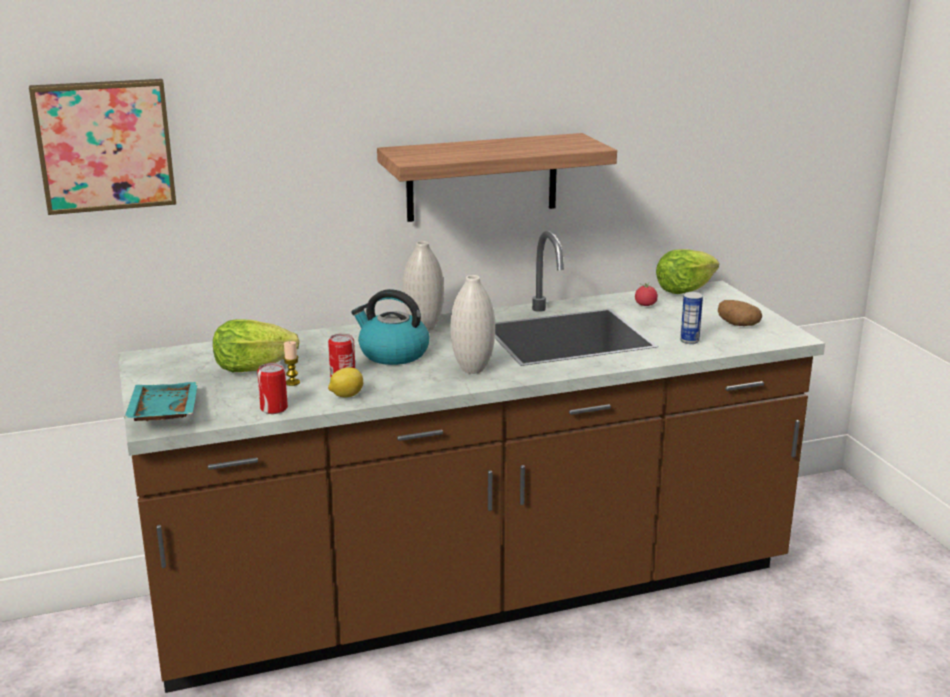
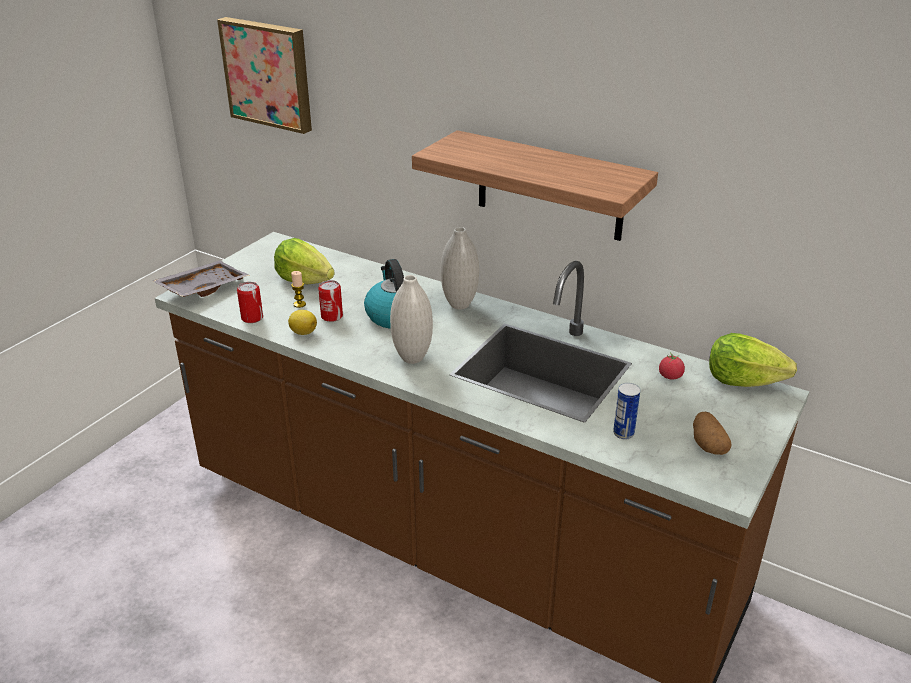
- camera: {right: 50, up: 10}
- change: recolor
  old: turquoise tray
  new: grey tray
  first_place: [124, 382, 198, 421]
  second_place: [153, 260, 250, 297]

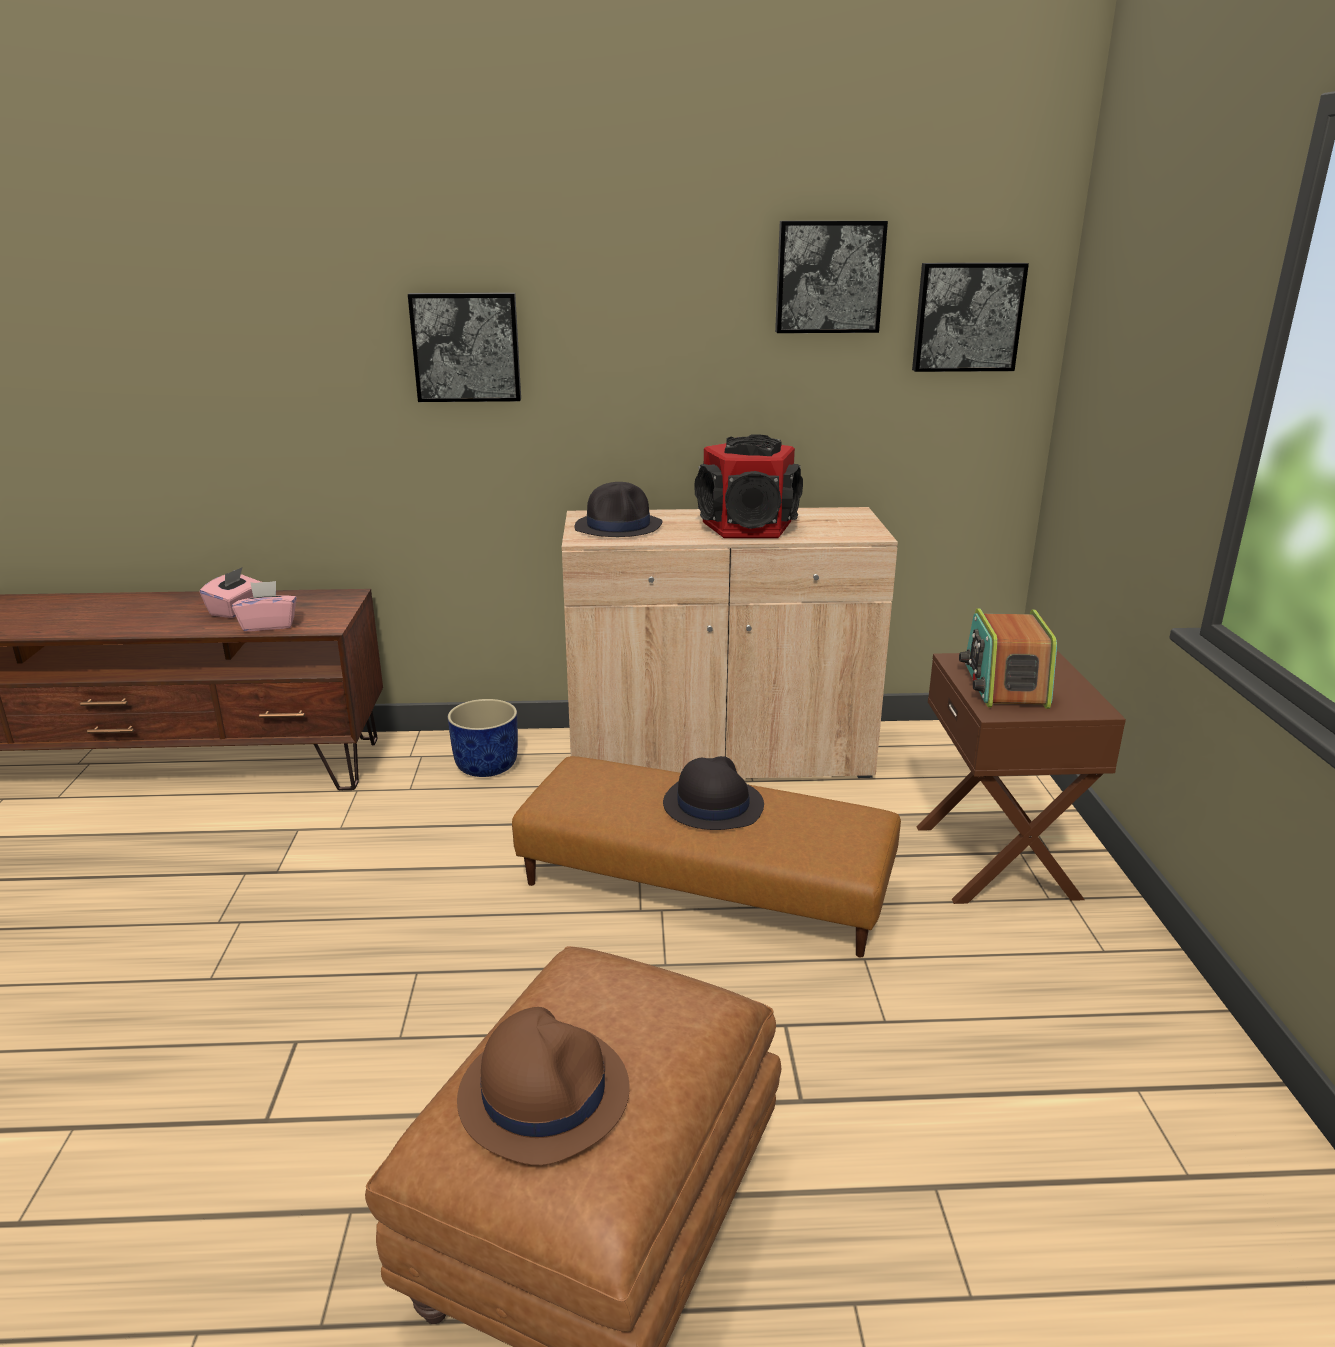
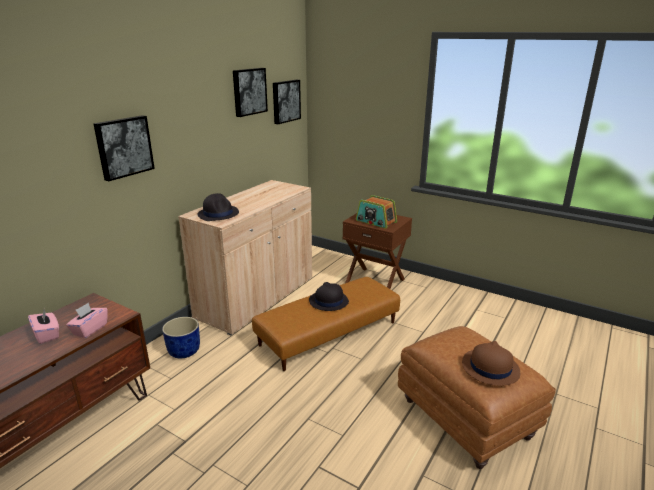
- camera: {right: -55, up: 0}
- change: delete
  old: speaker
  first_place: [694, 434, 803, 538]

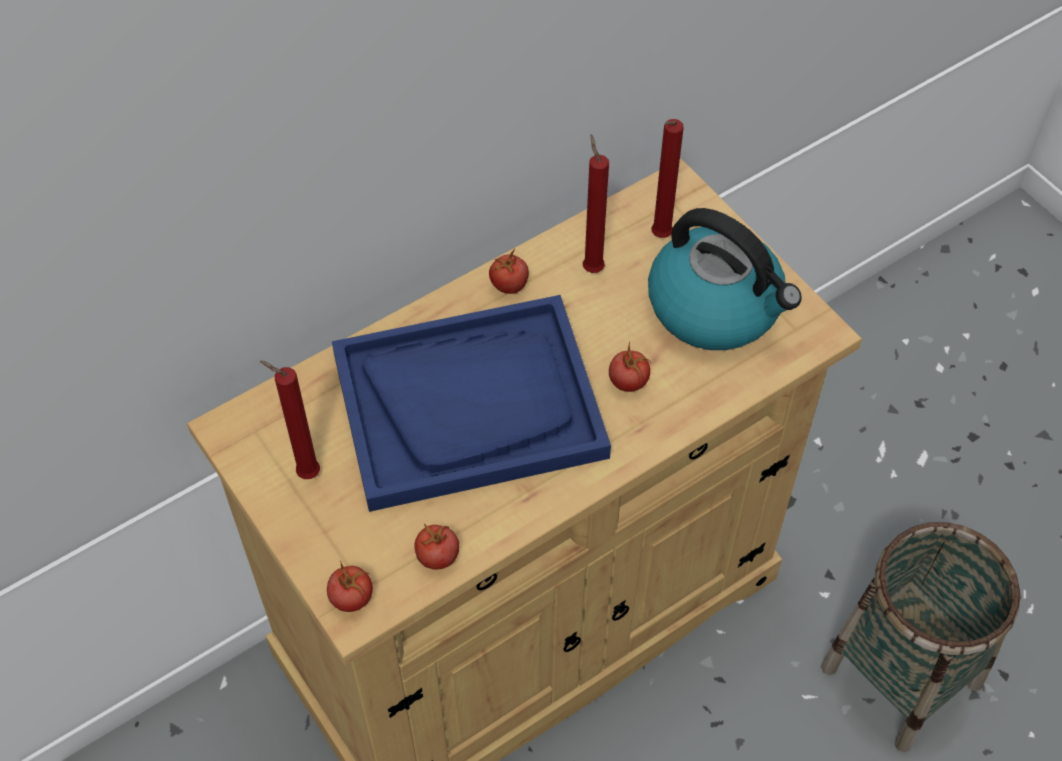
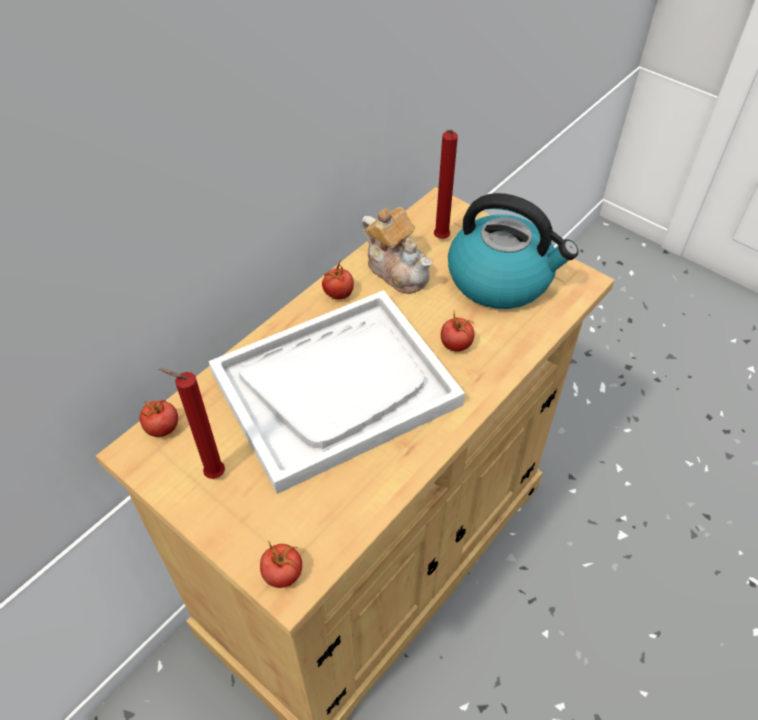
- camera: {right: -15, up: -5}
- change: move
  old: tomato
  first_place: [414, 524, 459, 570]
  second_place: [140, 400, 178, 437]
- change: recolor
  old: blue tray
  new: white tray
  first_place: [332, 295, 611, 512]
  second_place: [209, 290, 465, 494]
- change: replace
  old: red candle
  new: teapot
  first_place: [583, 134, 609, 273]
  second_place: [361, 207, 433, 294]
- change: delete
  old: basket
  first_place: [821, 522, 1021, 752]

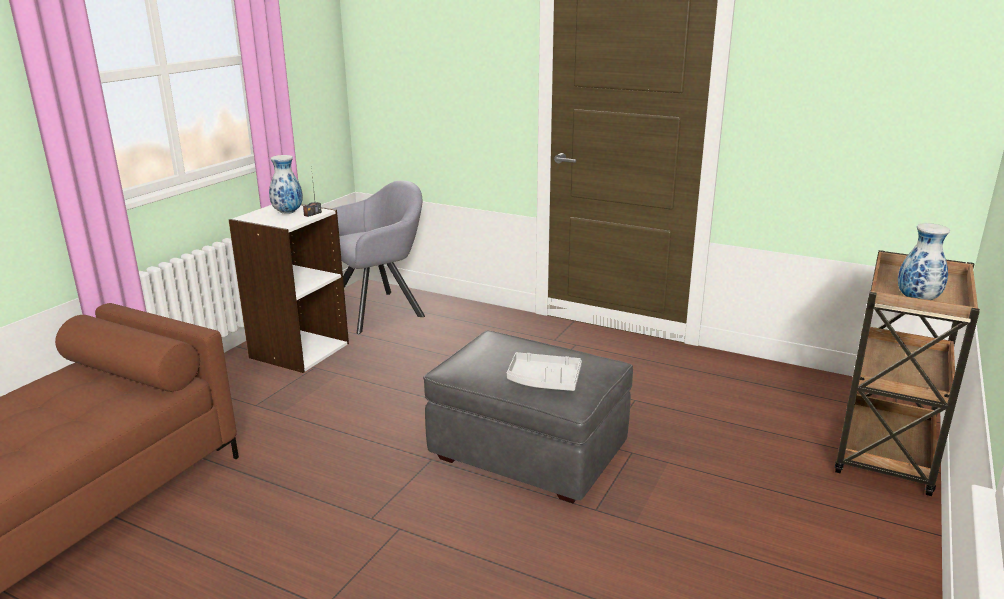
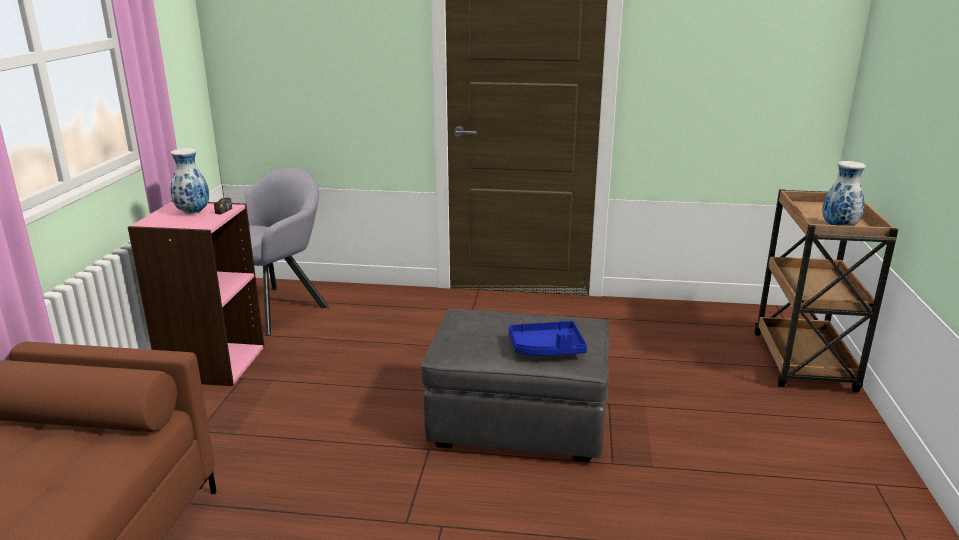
- camera: {right: -20, up: 0}
- change: recolor
  old: white bookcase
  new: pink bookcase
  first_place: [229, 204, 349, 373]
  second_place: [128, 201, 264, 386]
- change: recolor
  old: grey tray
  new: blue tray
  first_place: [507, 352, 582, 391]
  second_place: [509, 321, 587, 356]

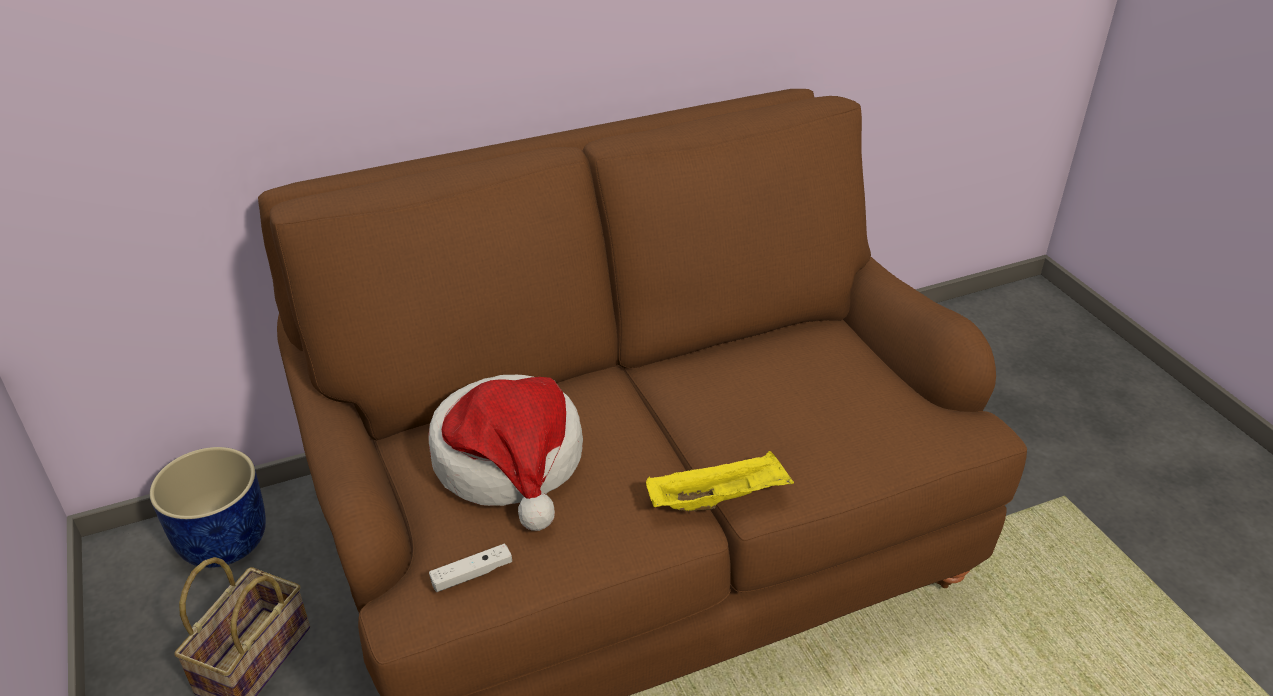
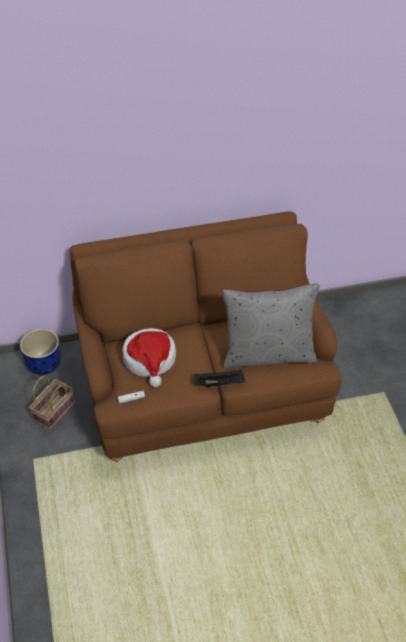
- camera: {right: 10, up: 10}
- change: recolor
  old: yellow tray
  new: black tray
  first_place: [646, 451, 794, 511]
  second_place: [194, 370, 245, 387]
- change: insert
  new: grey pillow
  second_place: [222, 284, 320, 368]

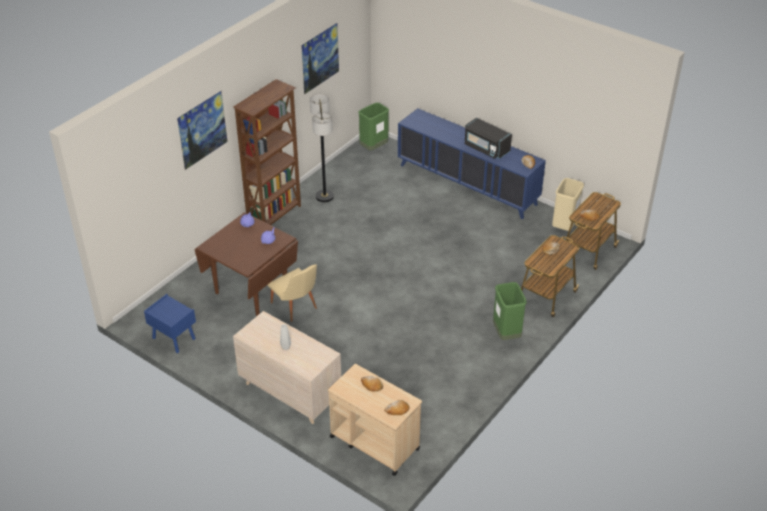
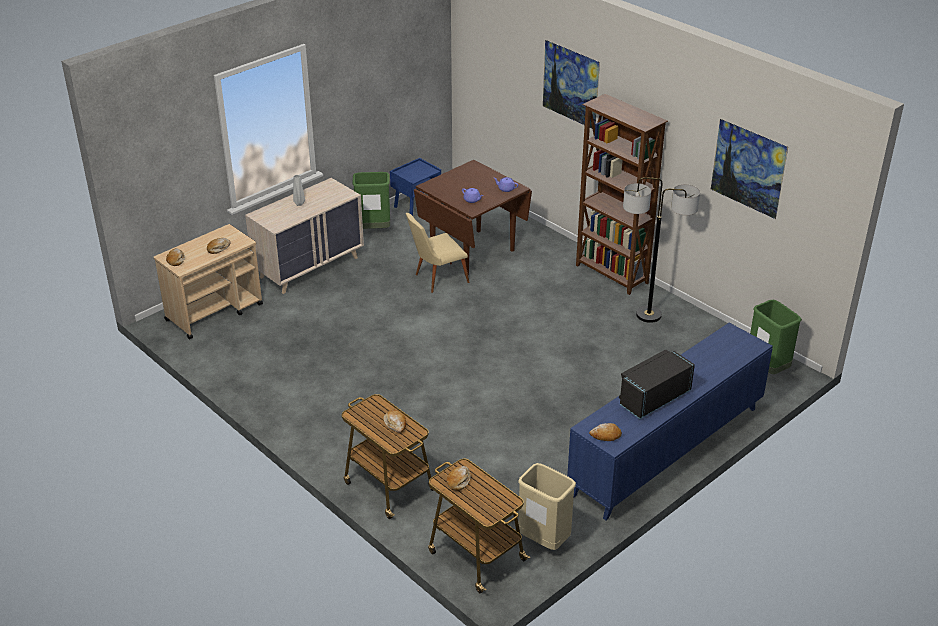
- camera: {right: 100, up: -5}
- change: move
  old: green trash can
  first_place: [493, 282, 527, 340]
  second_place: [353, 172, 390, 229]

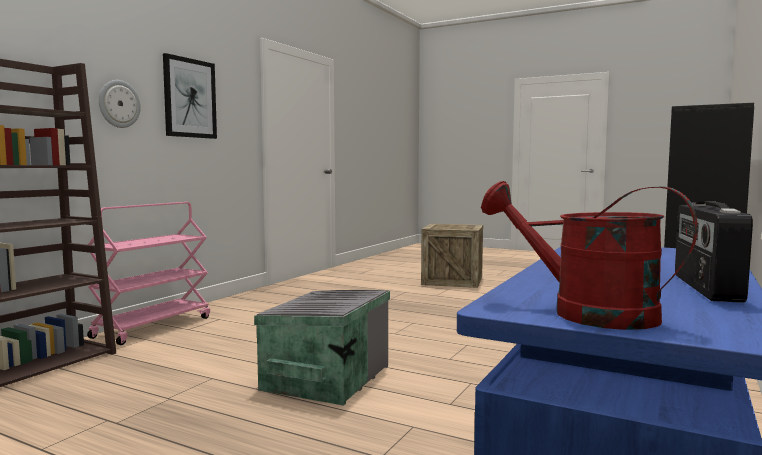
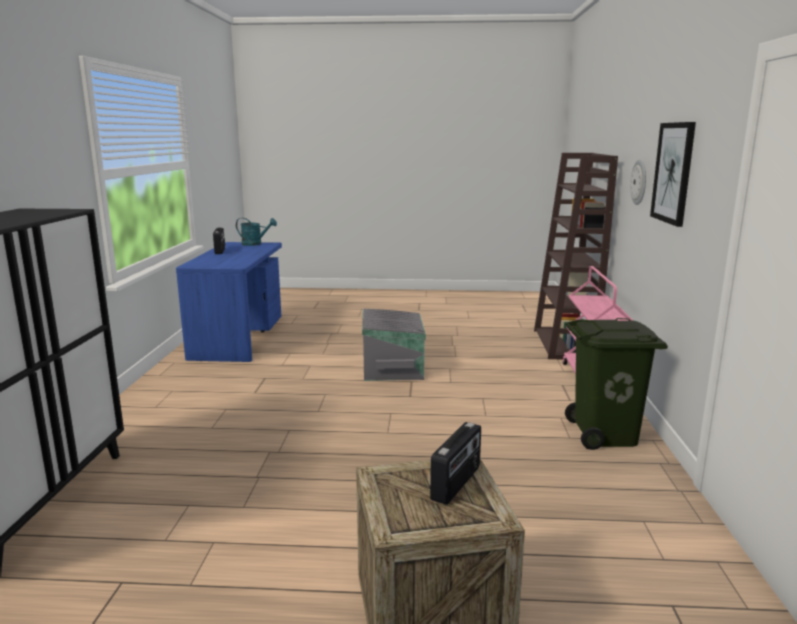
- camera: {right: 155, up: 10}
- change: recolor
  old: red watering can
  new: turquoise watering can
  first_place: [481, 181, 698, 330]
  second_place: [236, 218, 277, 246]
- change: insert
  new: radio
  second_place: [430, 422, 481, 505]
- change: insert
  new: green trash can
  second_place: [565, 318, 668, 450]

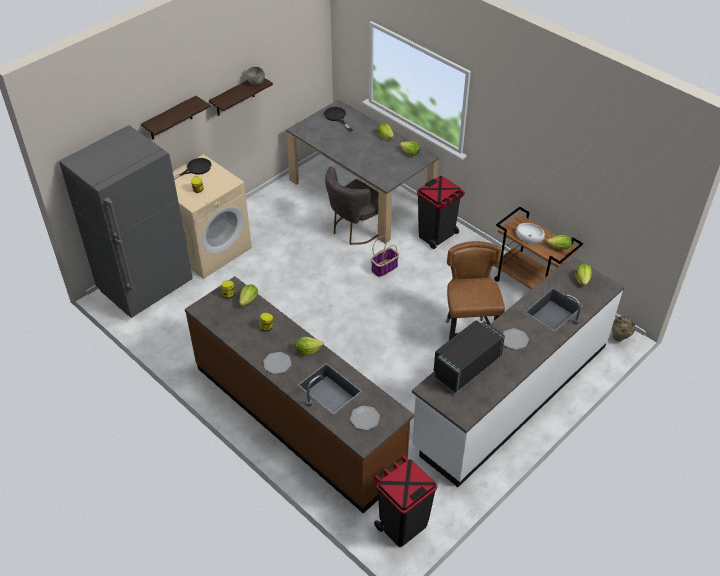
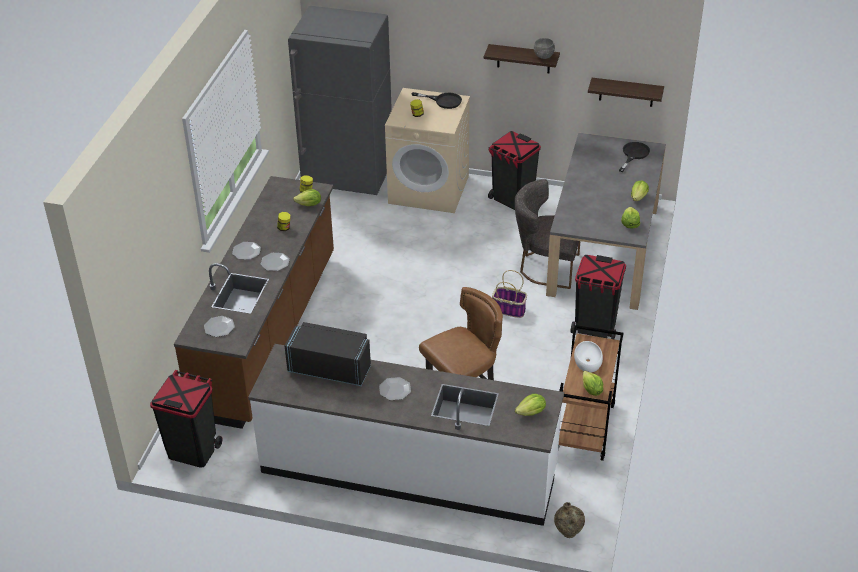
- camera: {right: 60, up: -5}
- change: replace
  old: lettuce
  new: plate
  first_place: [295, 337, 324, 355]
  second_place: [261, 253, 290, 271]
- change: insert
  new: black trash can
  second_place: [488, 131, 541, 210]
- change: move
  old: shelf
  first_place: [141, 96, 210, 140]
  second_place: [588, 78, 664, 107]

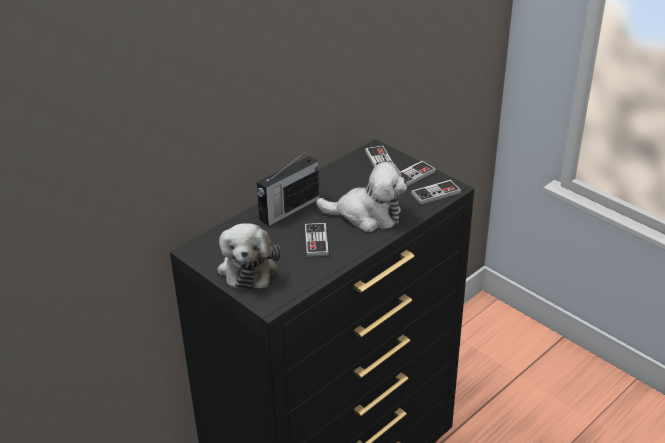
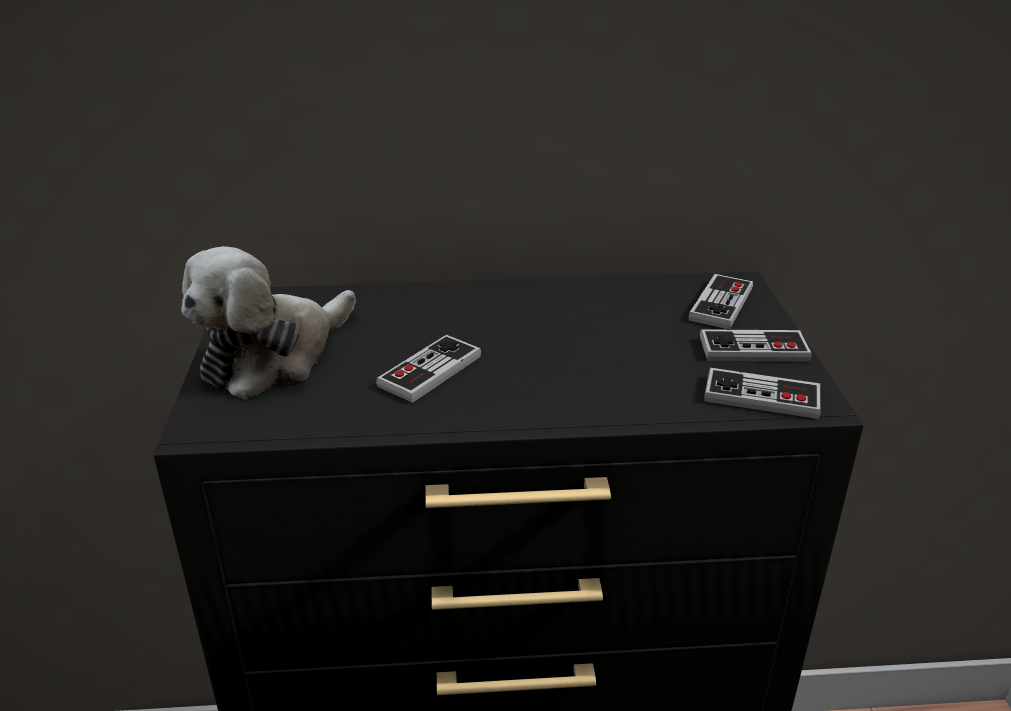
- camera: {right: 40, up: -5}
- change: delete
  old: radio
  first_place: [257, 152, 320, 226]
- change: delete
  old: plush toy
  first_place: [316, 162, 407, 232]

